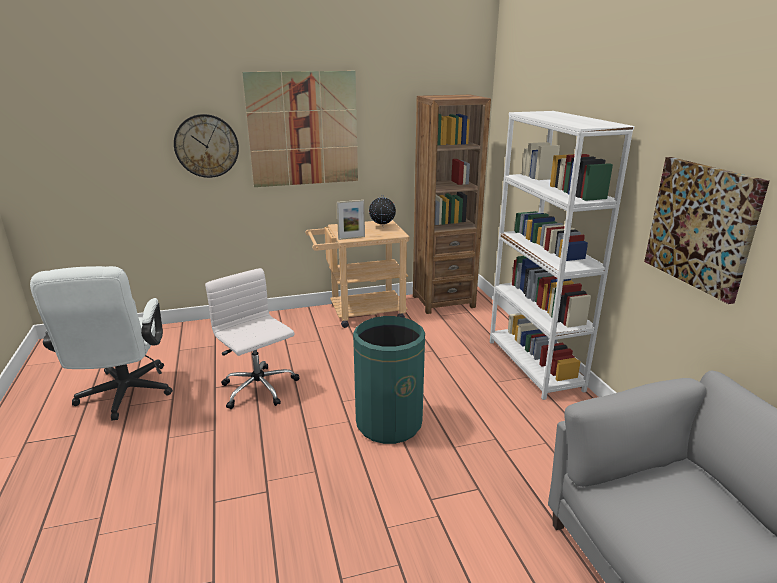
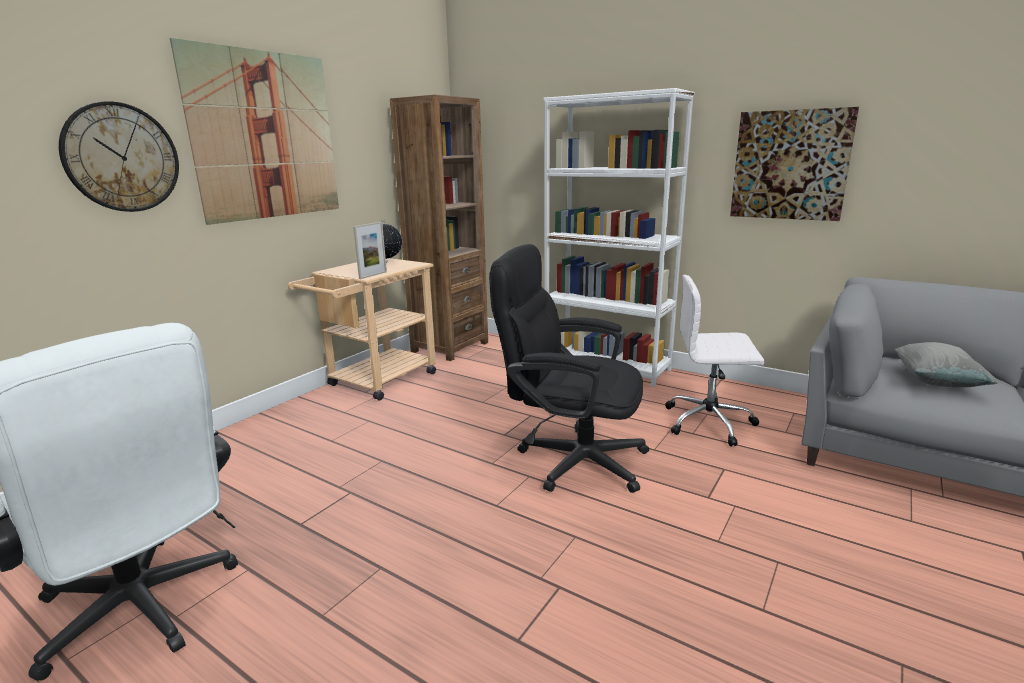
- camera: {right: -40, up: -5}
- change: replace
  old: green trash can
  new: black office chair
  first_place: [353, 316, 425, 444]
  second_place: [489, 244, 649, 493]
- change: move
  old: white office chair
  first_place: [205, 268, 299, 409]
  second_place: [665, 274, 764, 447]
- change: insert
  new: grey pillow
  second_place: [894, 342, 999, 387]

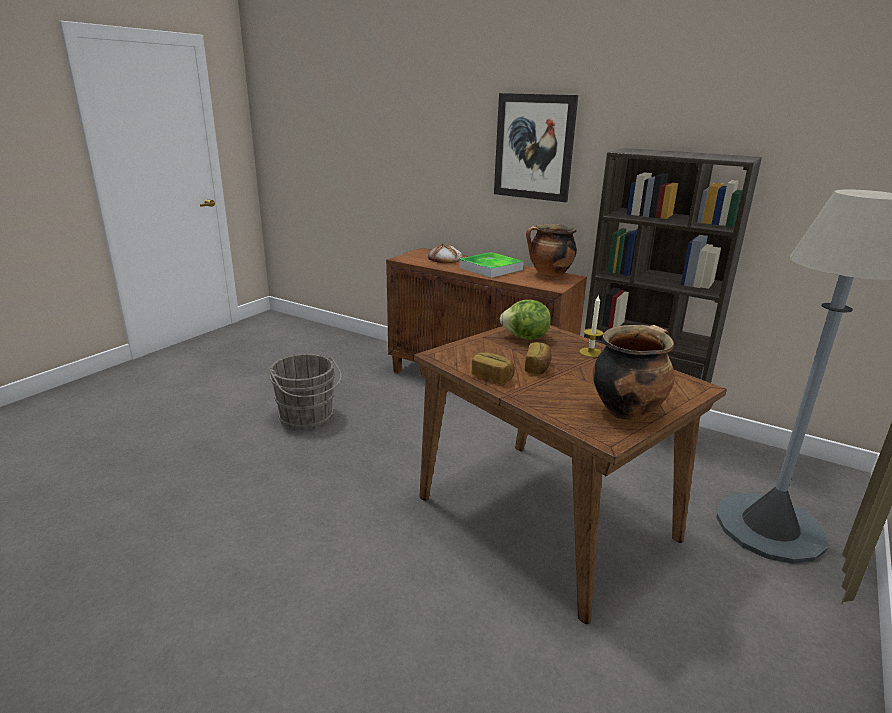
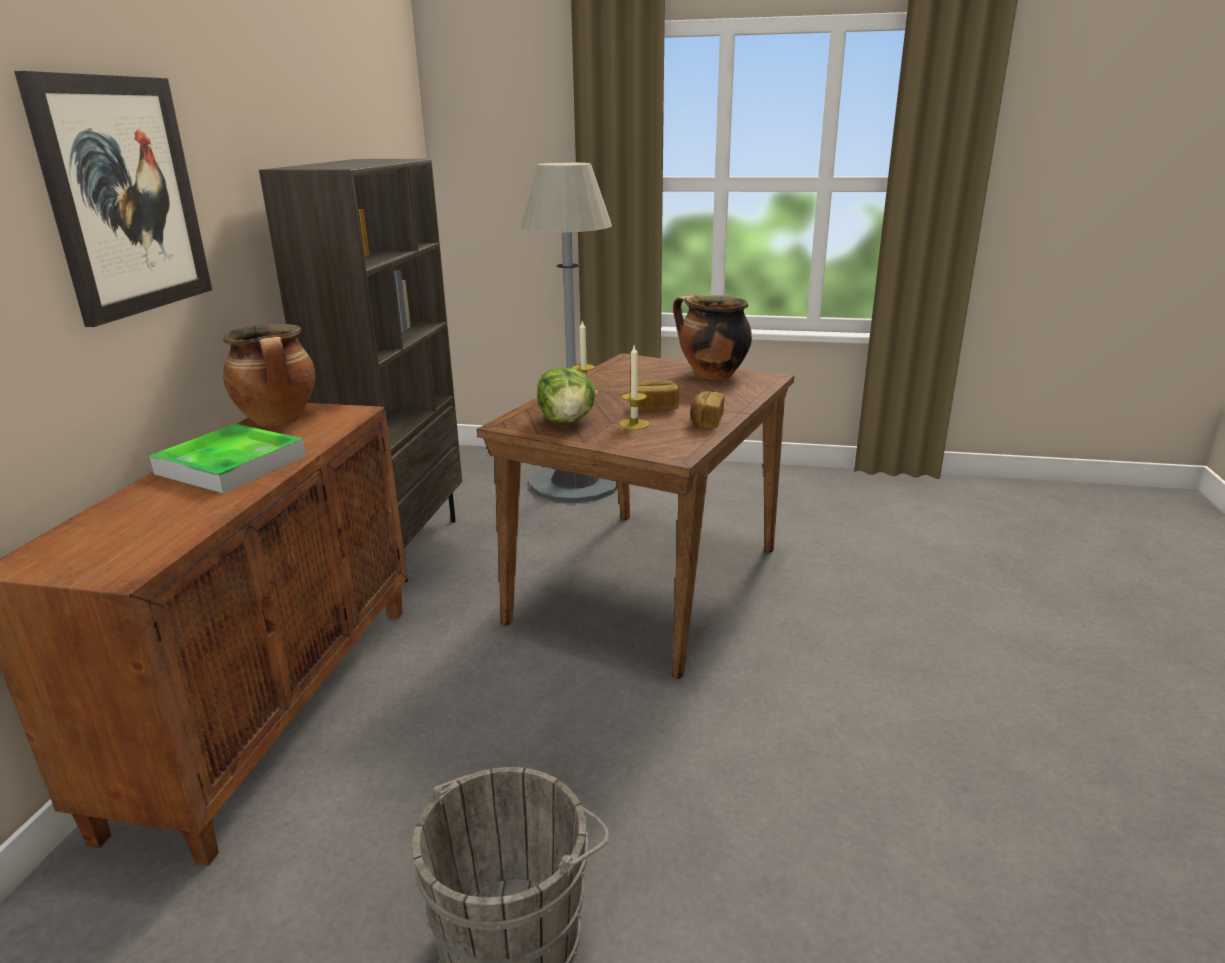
- camera: {right: -110, up: 0}
- change: insert
  new: candle
  second_place: [619, 346, 649, 430]
- change: delete
  old: bread
  first_place: [428, 244, 462, 263]

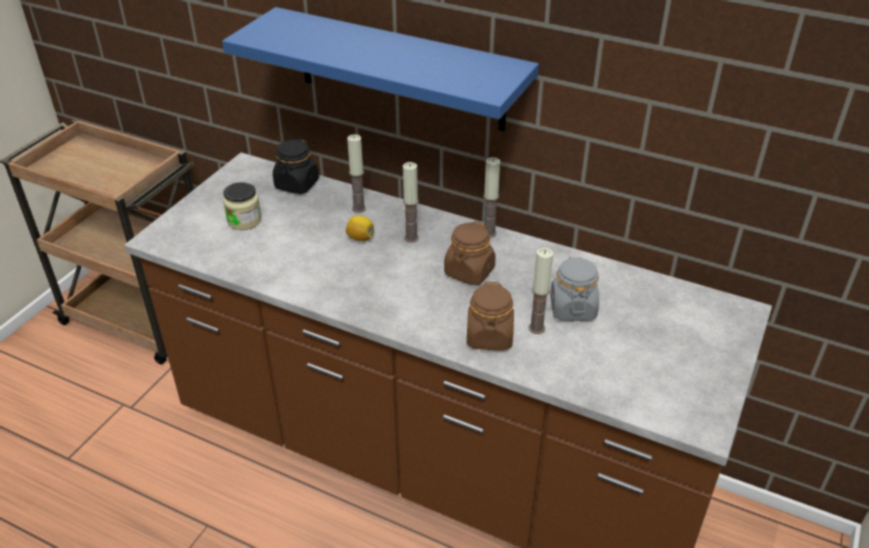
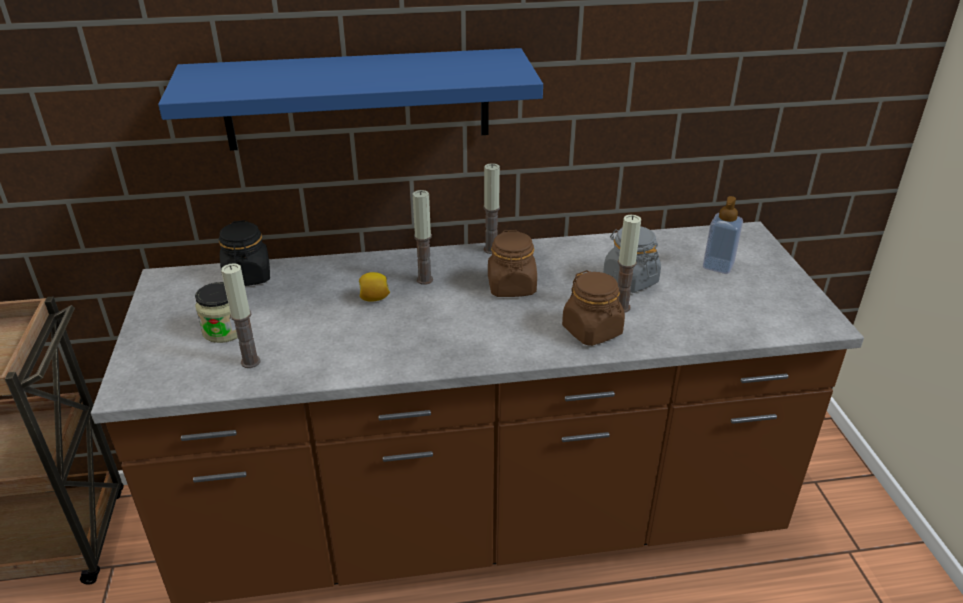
- camera: {right: -35, up: -5}
- change: move
  old: candle
  first_place: [347, 134, 366, 213]
  second_place: [221, 263, 261, 368]
- change: insert
  new: soap dispenser
  second_place: [703, 196, 743, 274]

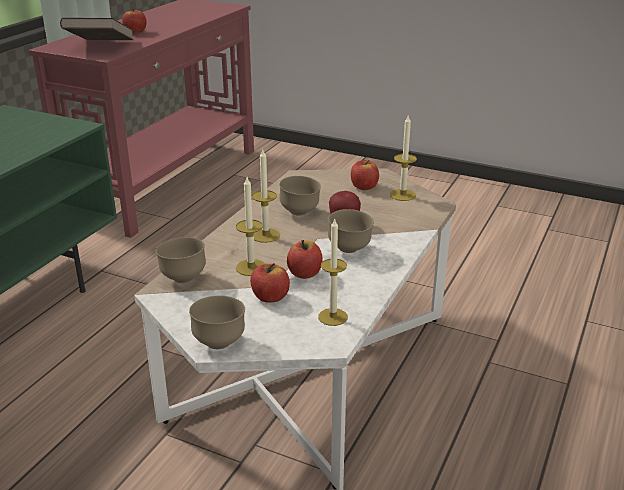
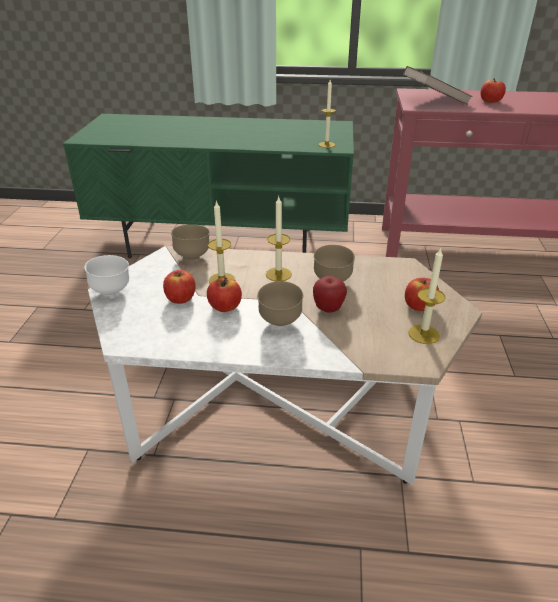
- camera: {right: 70, up: 5}
- change: recolor
  old: brown bowl
  new: white bowl
  first_place: [189, 296, 245, 349]
  second_place: [84, 255, 129, 296]
- change: move
  old: candle
  first_place: [318, 218, 348, 326]
  second_place: [319, 80, 336, 148]

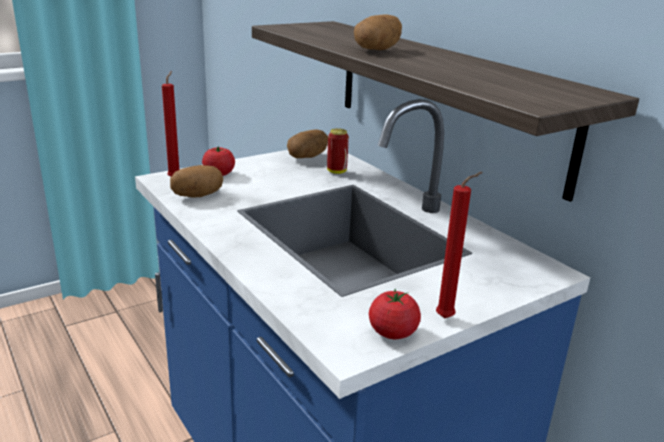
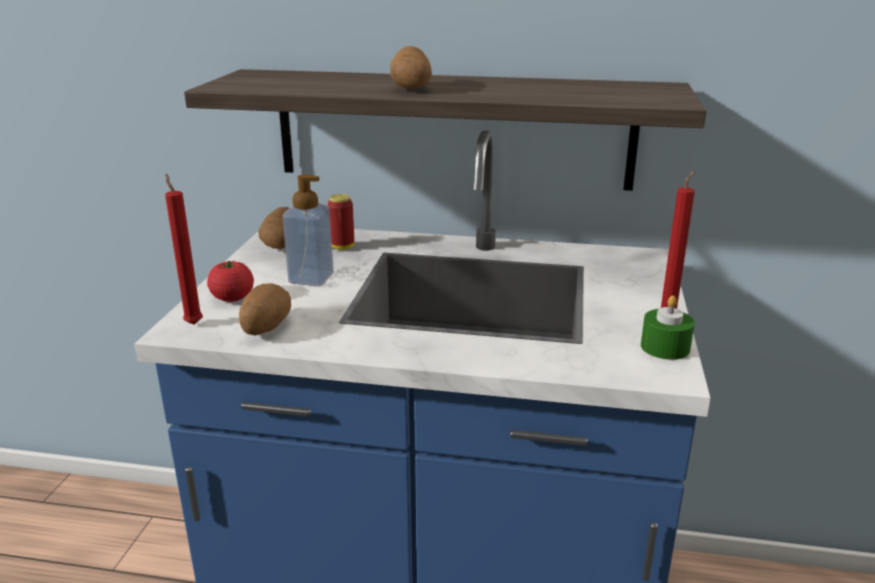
- camera: {right: -45, up: 0}
- change: insert
  new: soap dispenser
  second_place: [282, 175, 334, 286]
- change: replace
  old: tomato
  new: green candle
  first_place: [369, 289, 421, 339]
  second_place: [641, 295, 695, 360]

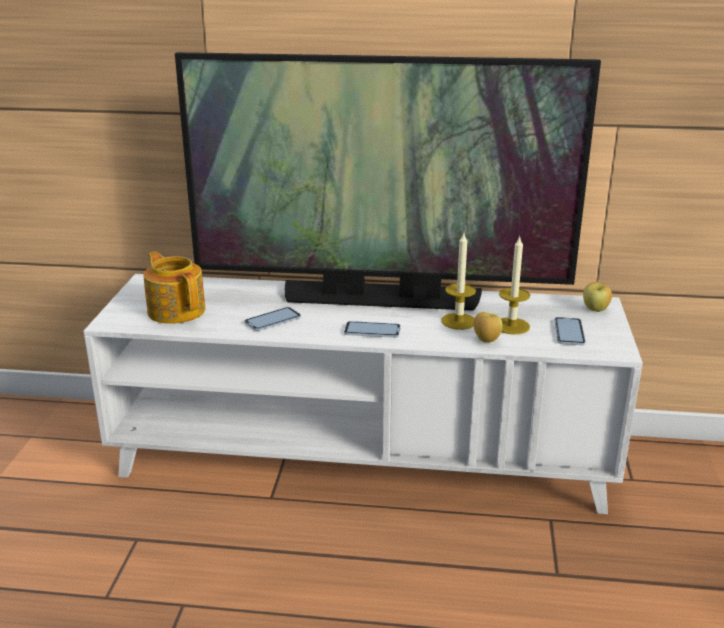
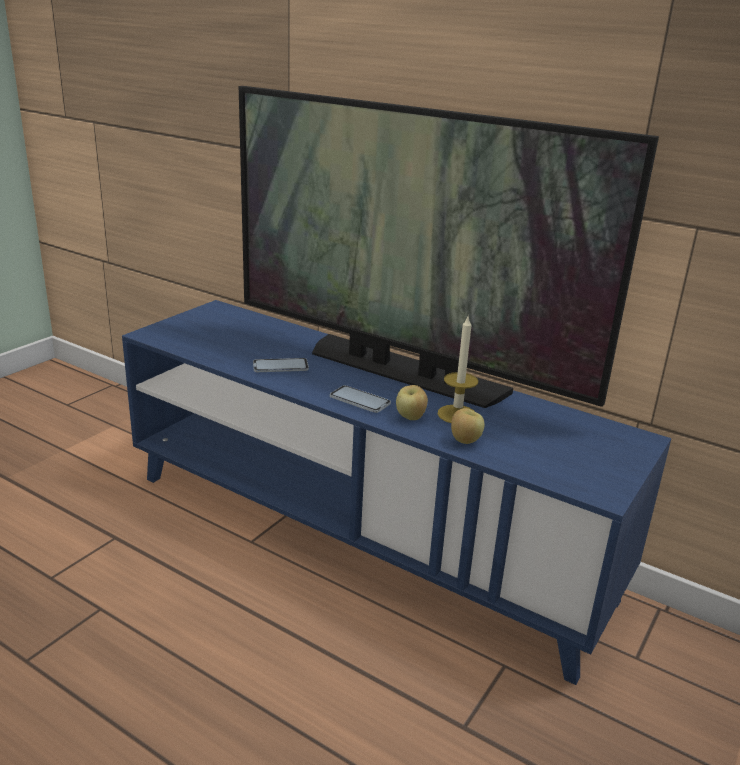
- camera: {right: 25, up: 0}
- change: recolor
  old: white tv stand
  new: blue tv stand
  first_place: [84, 274, 643, 514]
  second_place: [122, 300, 671, 685]
- change: move
  old: apple
  first_place: [583, 282, 612, 312]
  second_place: [396, 385, 428, 420]
- change: delete
  old: teapot
  first_place: [143, 251, 205, 324]
- change: delete
  old: candle
  first_place: [499, 235, 530, 334]
- change: delete
  old: phone
  first_place: [554, 317, 586, 345]

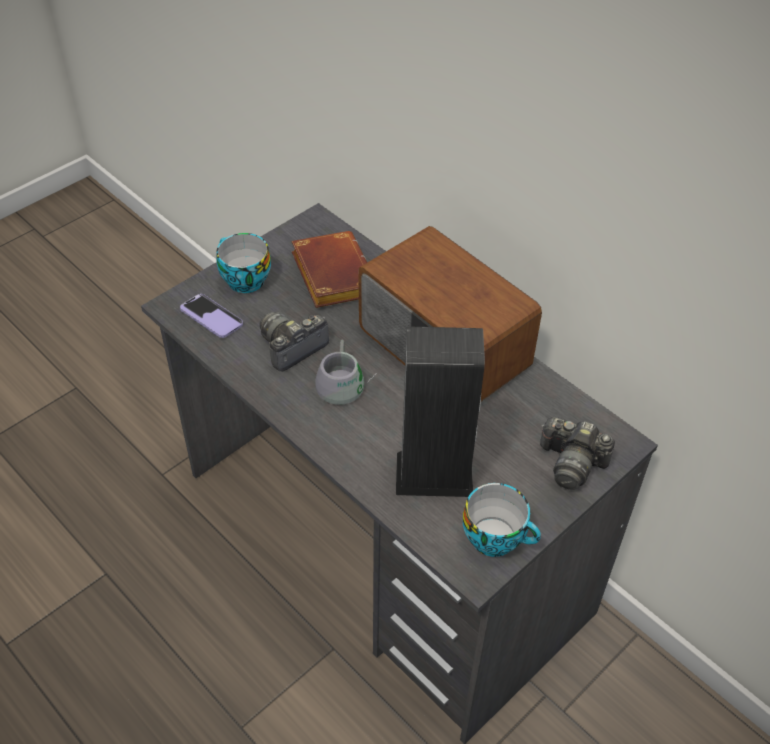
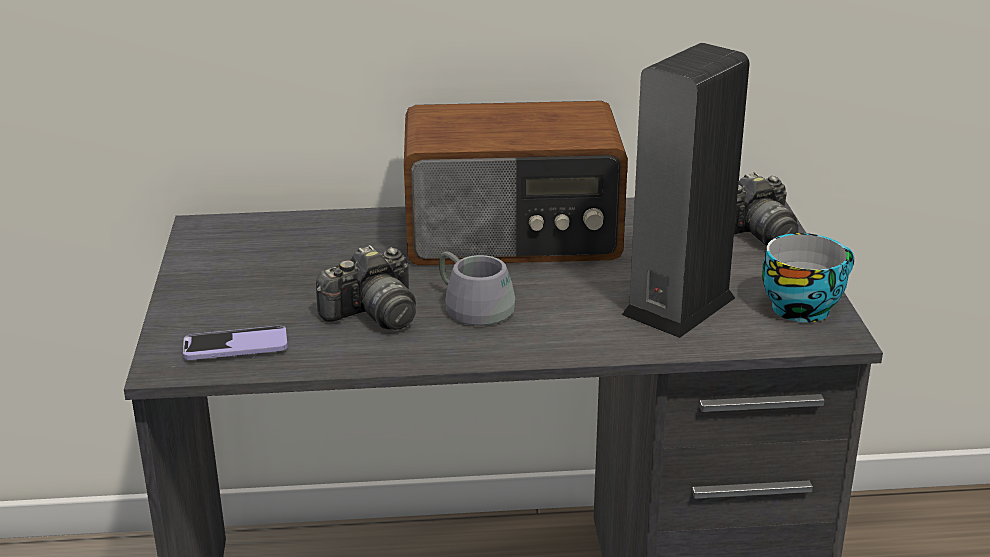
- camera: {right: -50, up: -20}
- change: rotate
  old: photo camera
  first_place: [260, 312, 329, 372]
  second_place: [316, 245, 416, 330]
  degrees: -120
- change: delete
  old: cup
  first_place: [216, 233, 271, 293]
- change: delete
  old: brown book
  first_place: [292, 231, 367, 308]

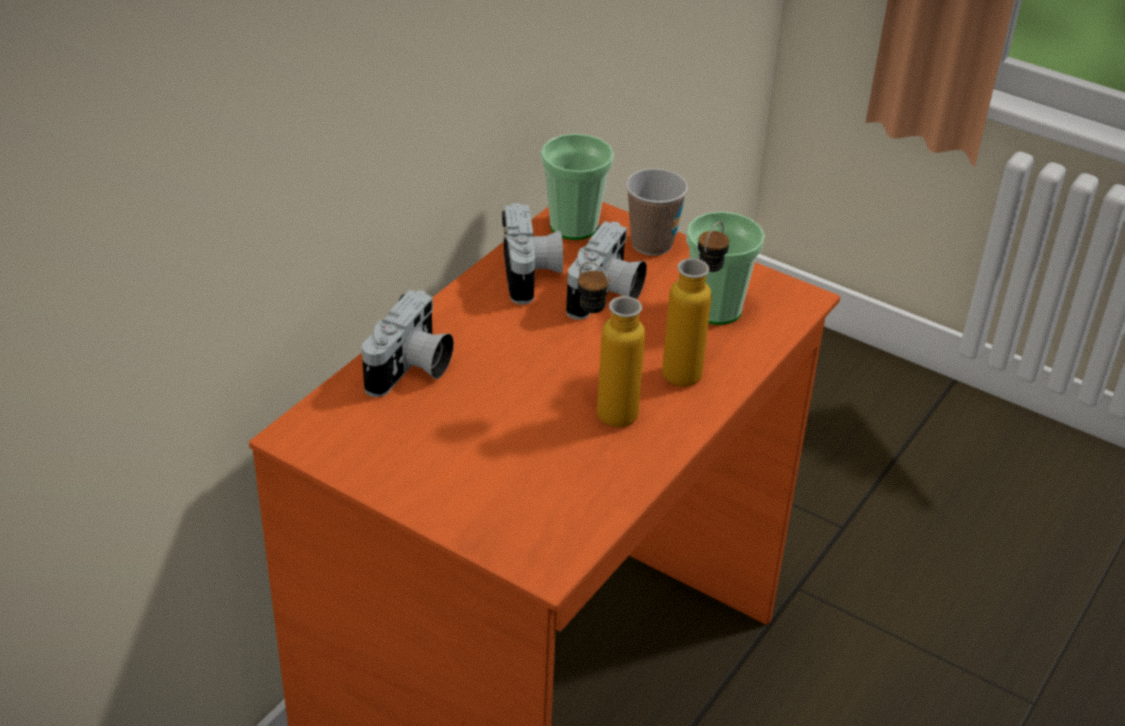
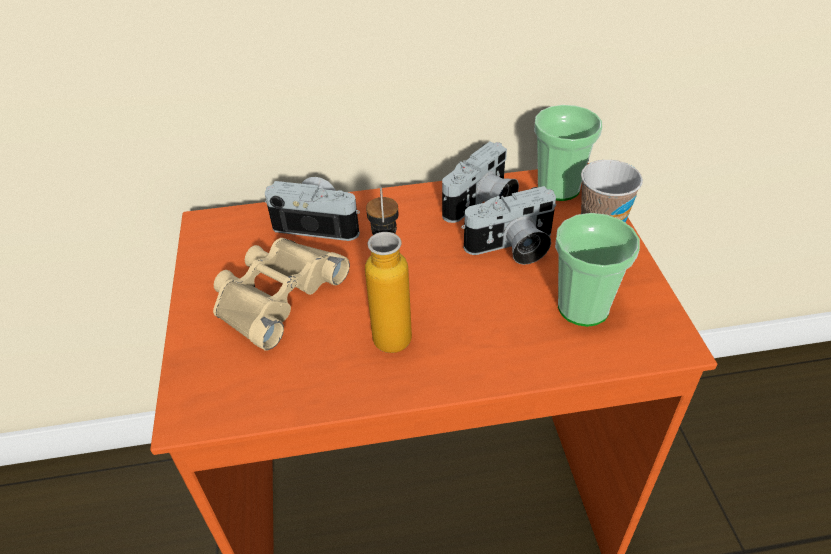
- camera: {right: 50, up: 5}
- change: insert
  new: beige binoculars
  second_place: [213, 238, 350, 350]
- change: rotate
  old: photo camera
  first_place: [362, 290, 454, 397]
  second_place: [265, 177, 360, 241]
  degrees: -150
- change: delete
  old: bottle
  first_place: [662, 221, 729, 387]

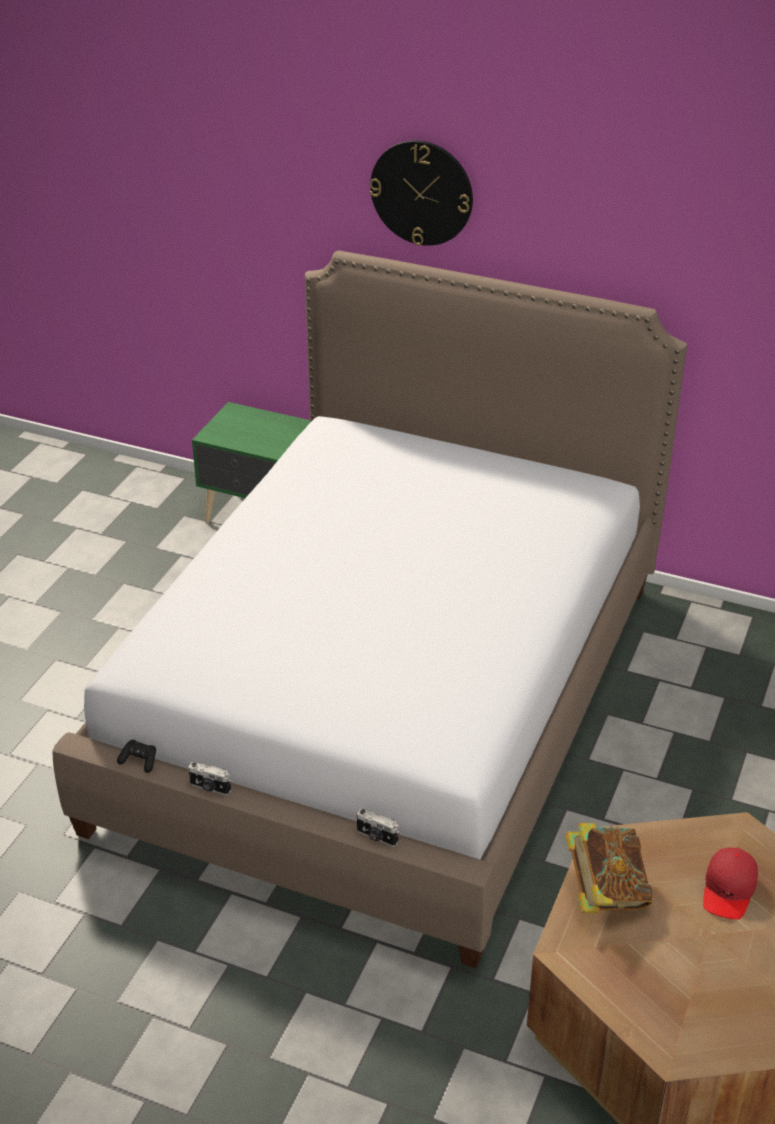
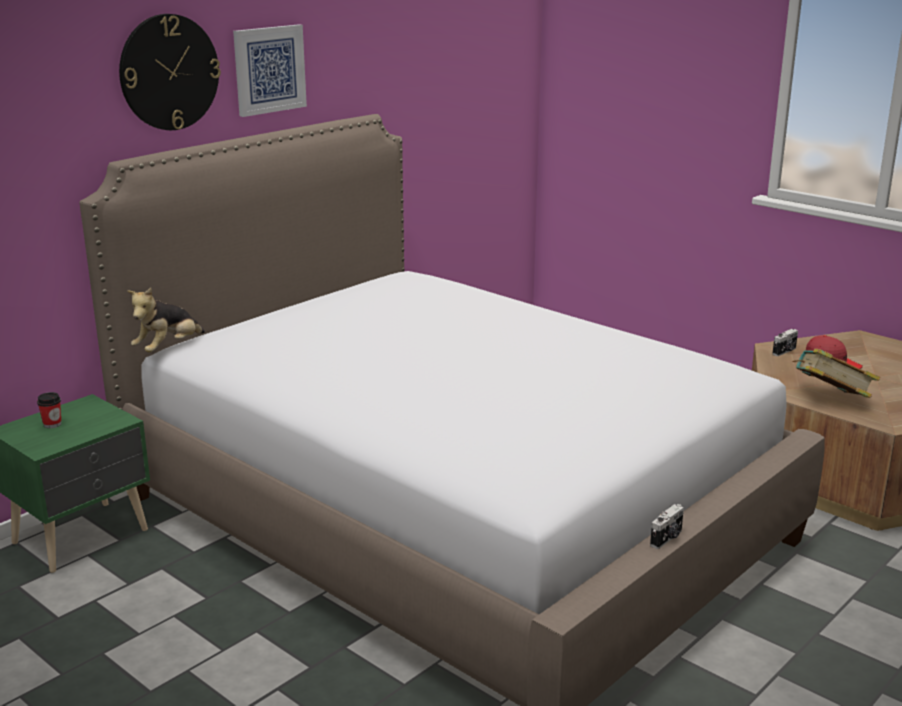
- camera: {right: -70, up: -15}
- change: insert
  new: cup
  second_place: [37, 392, 61, 428]
- change: insert
  new: plush toy
  second_place: [127, 288, 205, 353]
- change: insert
  new: picture
  second_place: [233, 24, 307, 117]
- change: move
  old: photo camera
  first_place: [356, 808, 399, 847]
  second_place: [772, 329, 798, 356]
- change: delete
  old: black game controller
  first_place: [117, 740, 156, 773]

